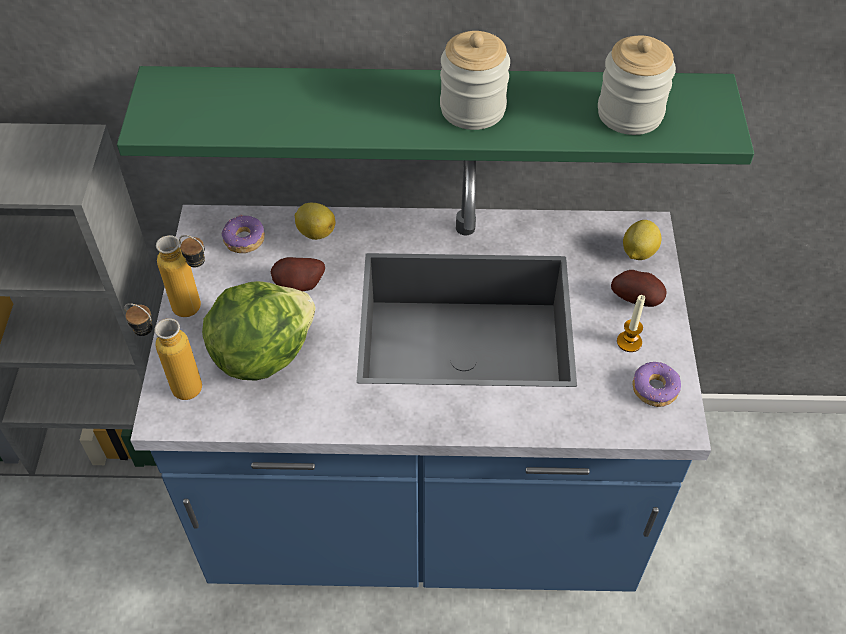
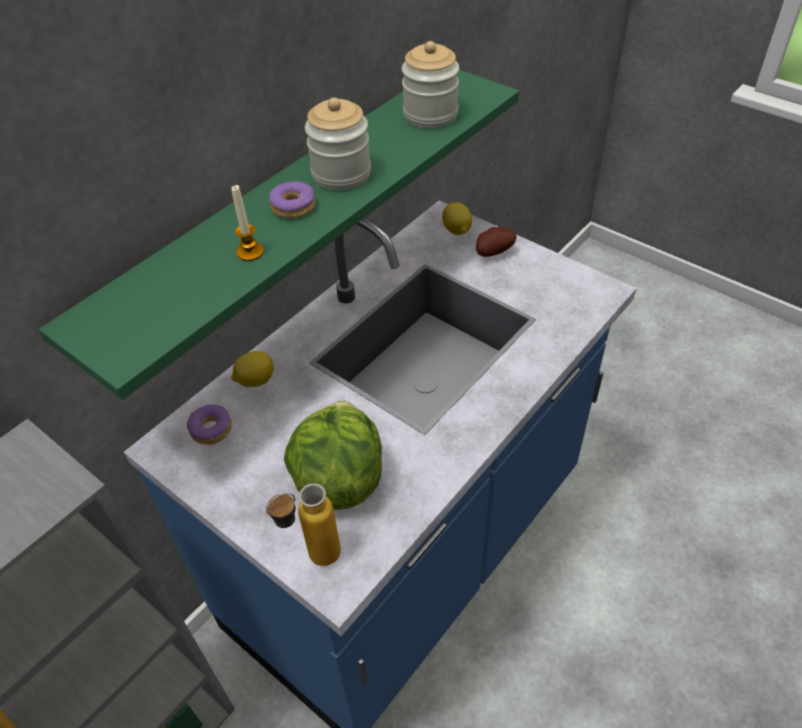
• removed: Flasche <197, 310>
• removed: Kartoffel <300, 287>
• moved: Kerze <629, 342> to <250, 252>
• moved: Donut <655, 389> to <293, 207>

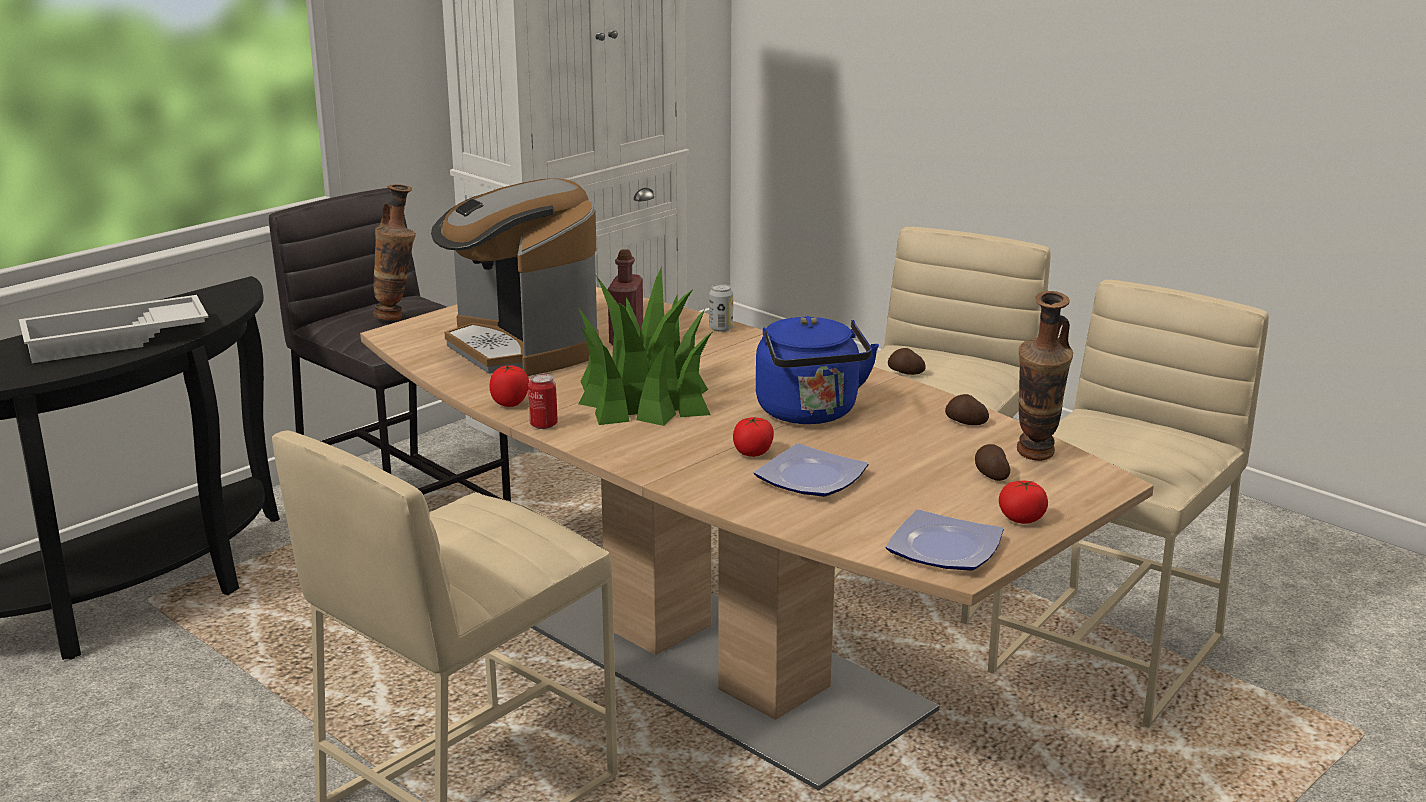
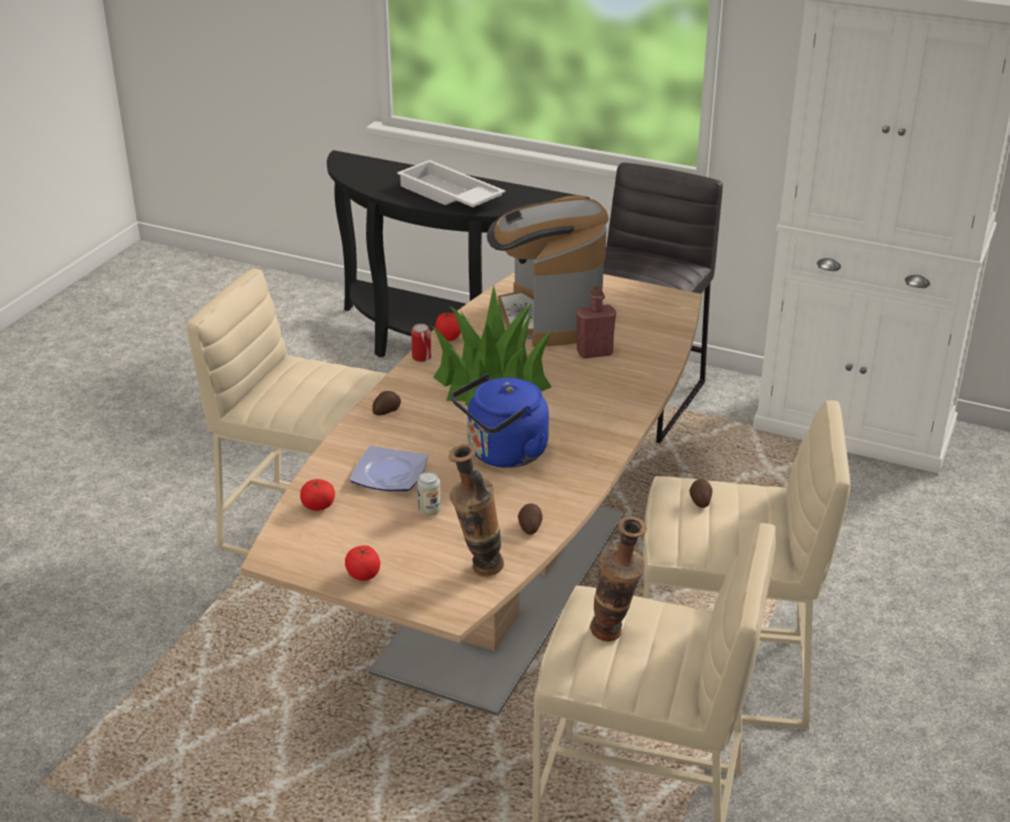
• turned: Kaffeemaschine <521, 348> = <548, 319> 45 degrees counterclockwise
• moved: Vase <398, 317> to <614, 637>
• moved: Dose <721, 328> to <429, 511>
• moved: Tomate <753, 452> to <318, 506>
• moved: Kartoffel <990, 475> to <386, 411>
• removed: Teller <942, 549>

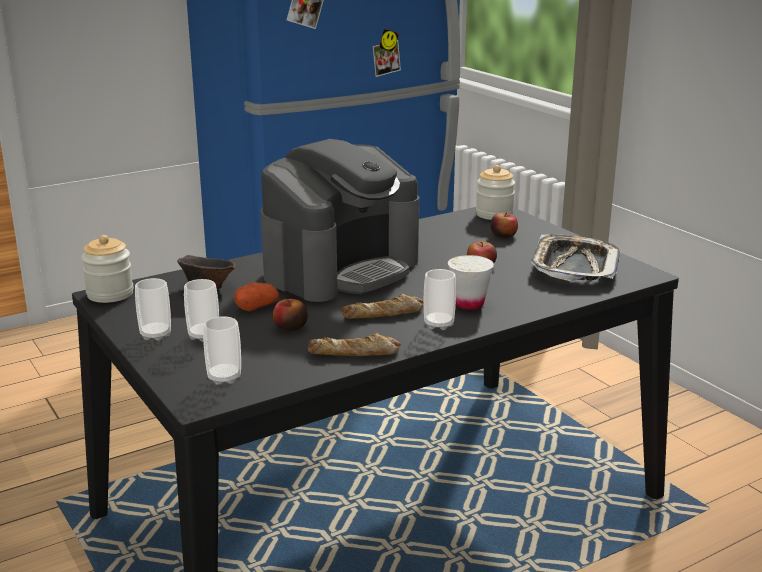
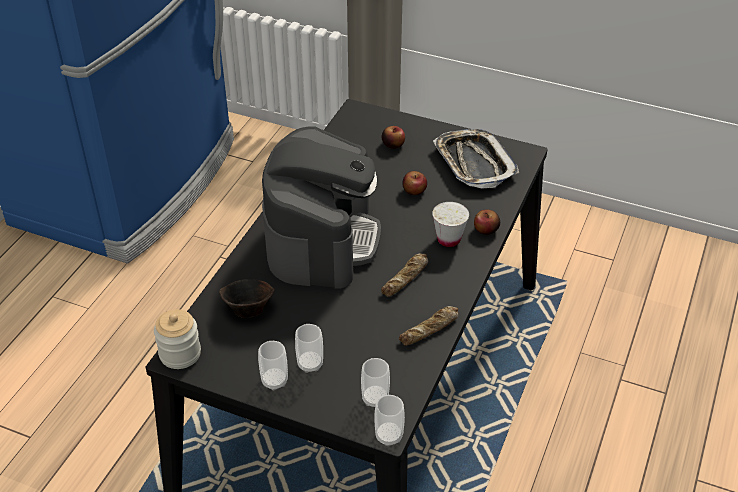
• removed: Vorratsglas <494, 214>
• moved: Tasse <439, 324> to <389, 436>
• removed: Kartoffel <257, 307>
• moved: Apfel <290, 327> to <486, 230>

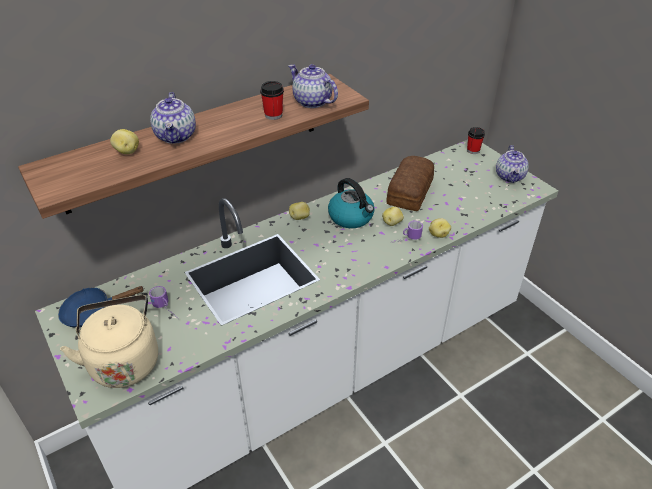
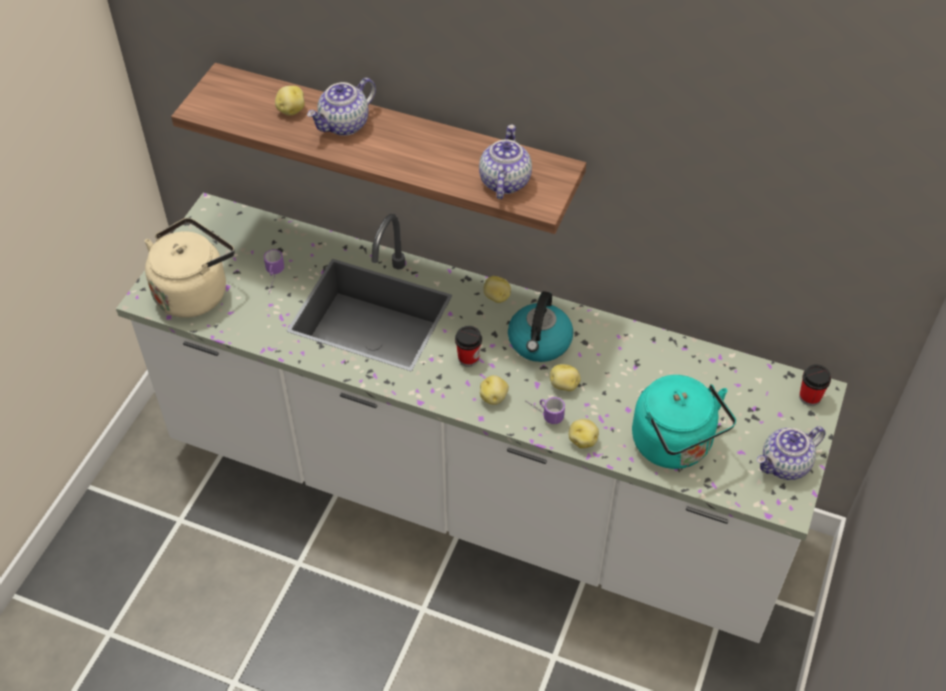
• moved: Tasse <273, 115> to <468, 358>
• removed: Brot <411, 191>
• removed: Pfanne/blau <92, 311>
• added: Kartoffel <494, 397>
• added: Wasserkessel/türkis <675, 445>

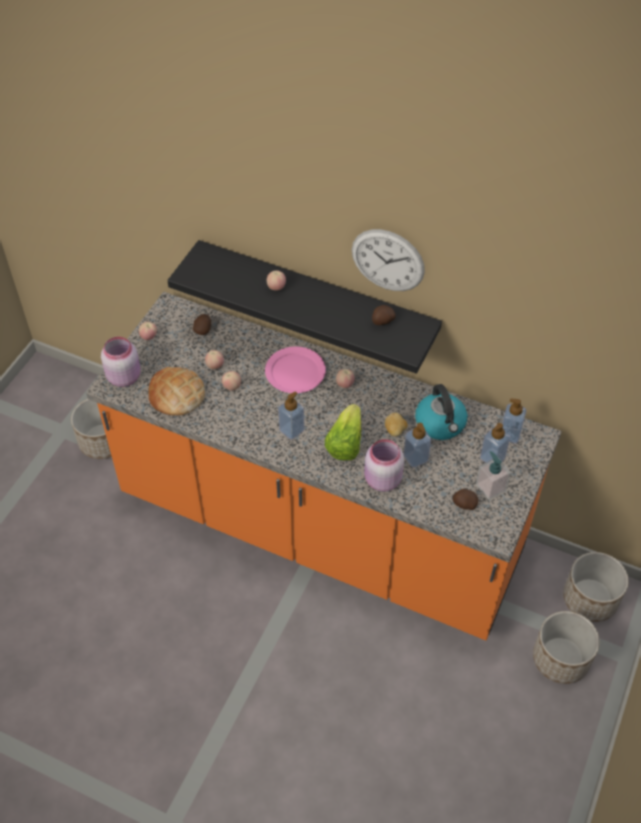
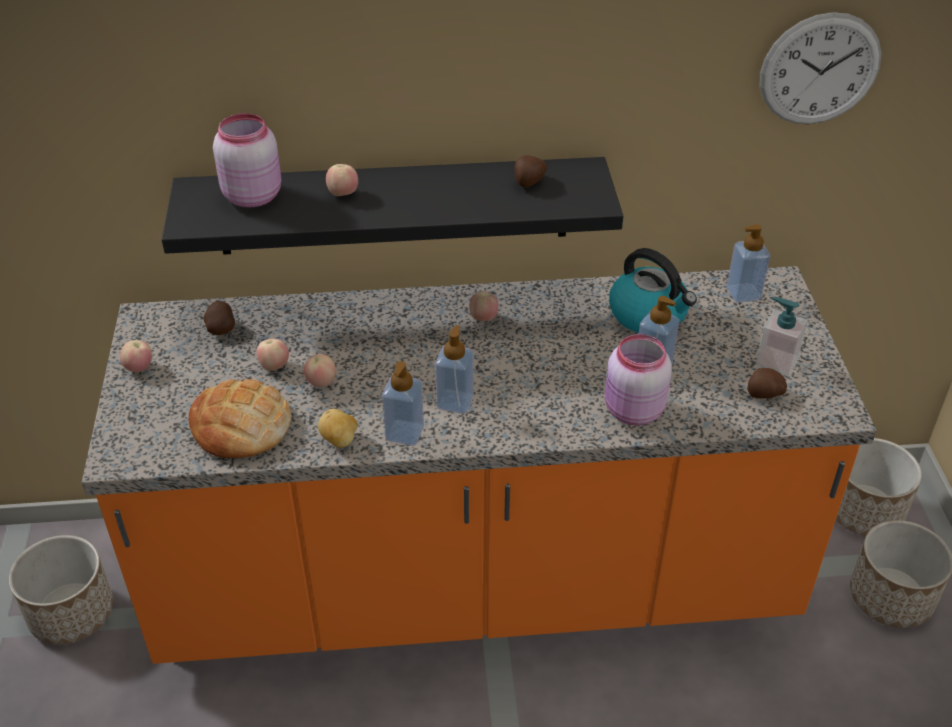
• moved: Wanduhr <387, 260> to <820, 69>
• moved: Vorratsglas/rosa <124, 376> to <252, 195>
• removed: Teller/rosa <295, 371>
• removed: Salatkopf <345, 443>
• moved: Kartoffel <395, 431> to <340, 440>
• moved: Seifenspender <492, 458> to <404, 433>

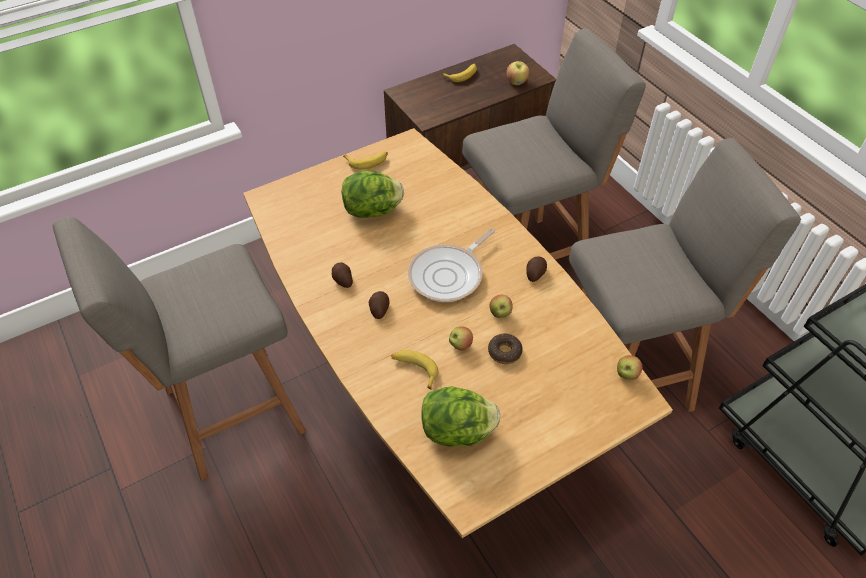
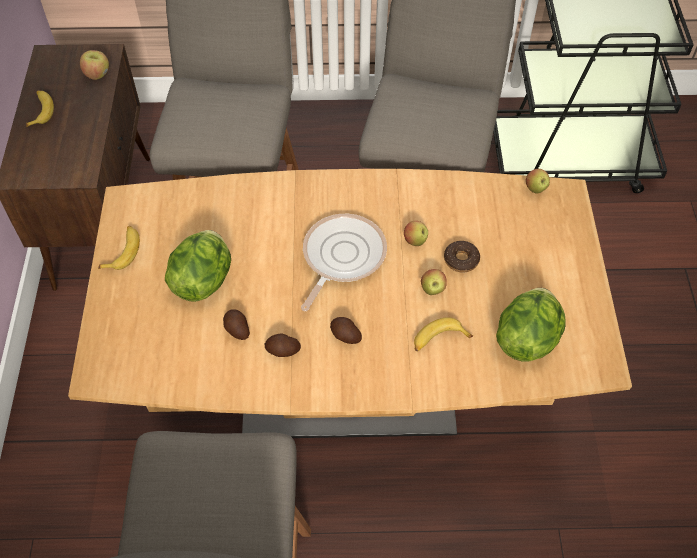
• turned: Pfanne <449, 275> = <341, 257> 135 degrees counterclockwise
• moved: Kartoffel <535, 273> to <237, 329>

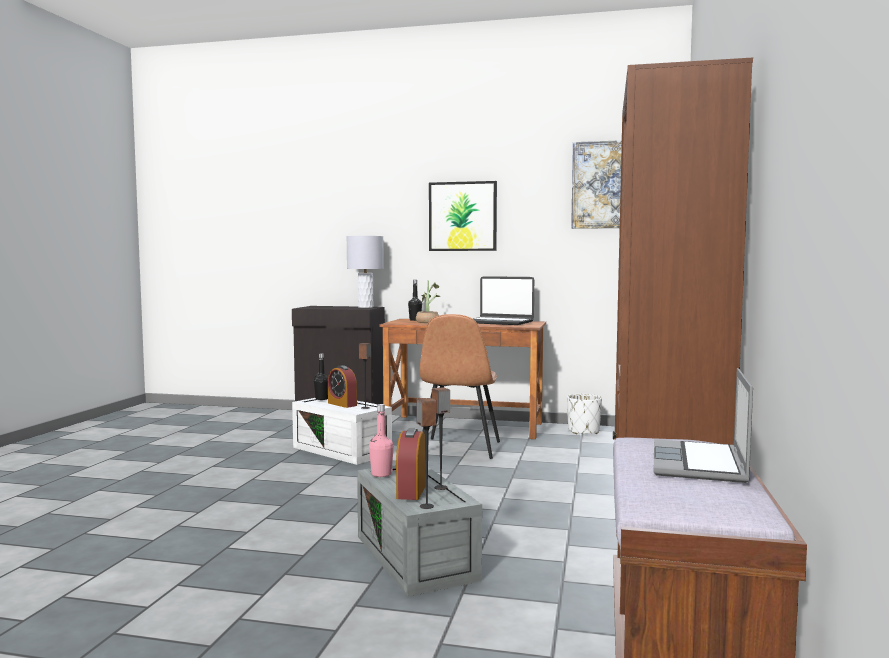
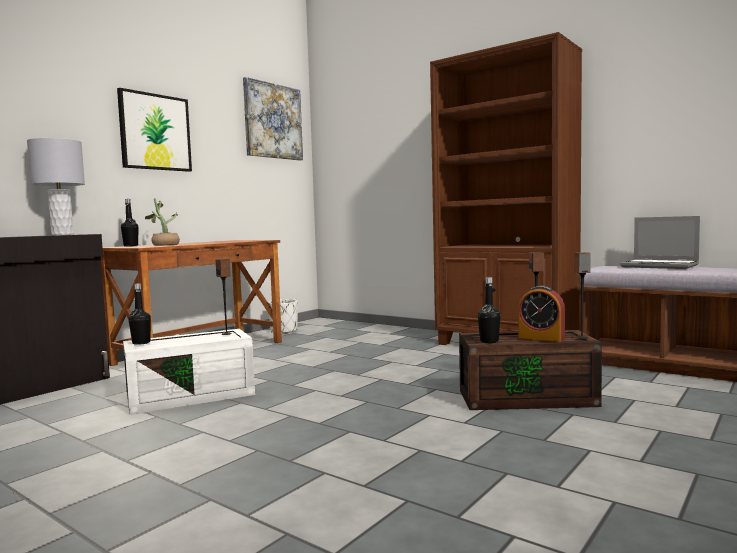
• removed: Laptop <499, 322>
• removed: Stuhl/braun <459, 449>
• removed: Wecker <342, 404>
• recoloured: Flasche/rosa <381, 474> to Flasche/schwarz <489, 341>
• recoloured: Aufbewahrungsbox/grau <418, 558> to Aufbewahrungsbox/braun <528, 397>

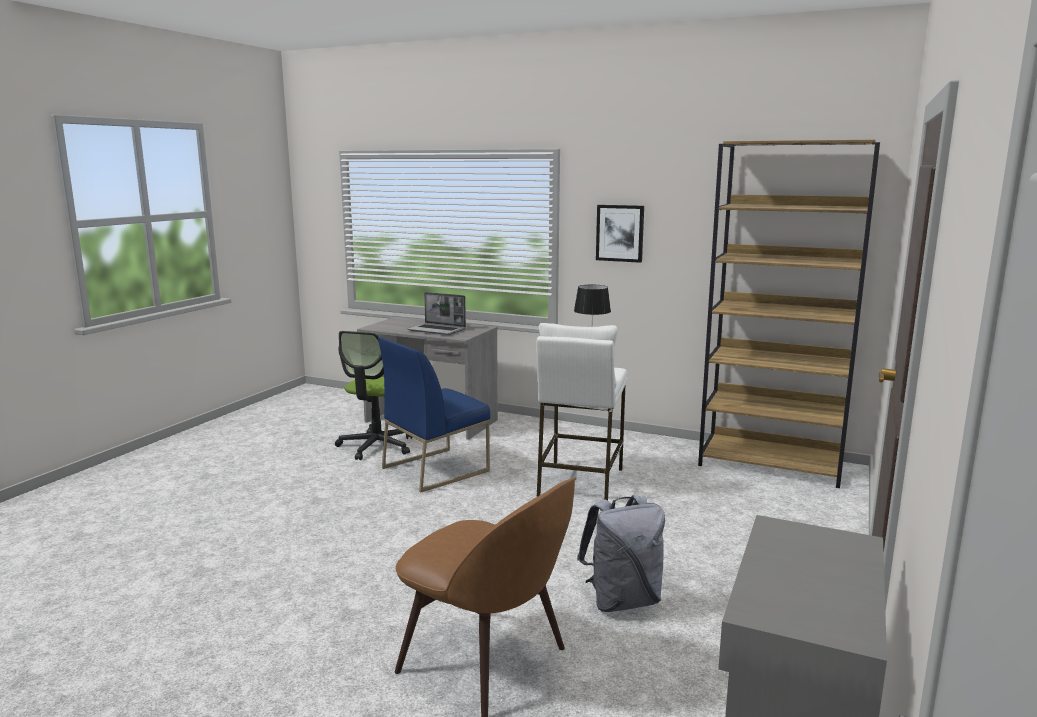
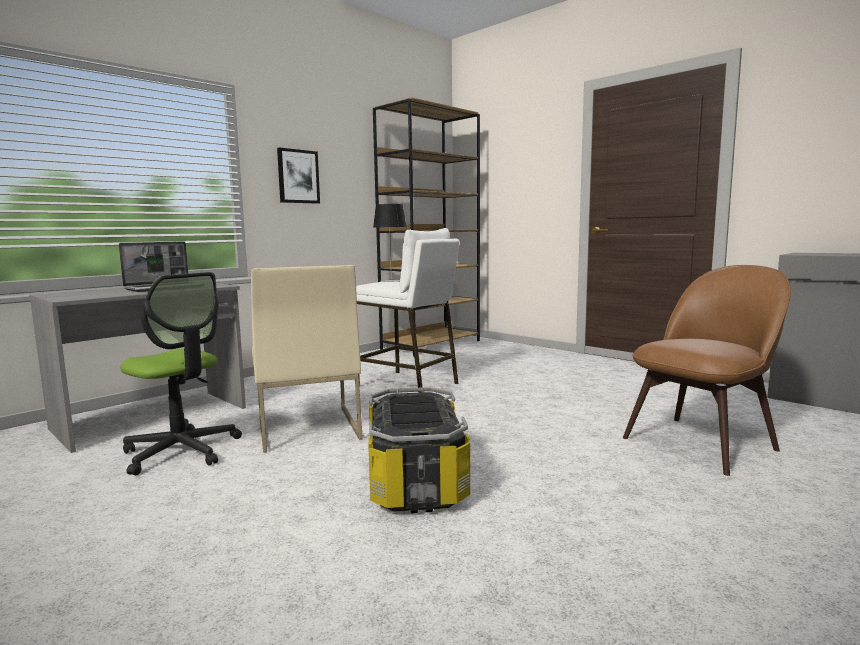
• recoloured: Stuhl/blau <435, 469> to Stuhl/beige <307, 428>
• removed: Rucksack/grau <622, 600>
• added: Aufbewahrungsbox <415, 481>

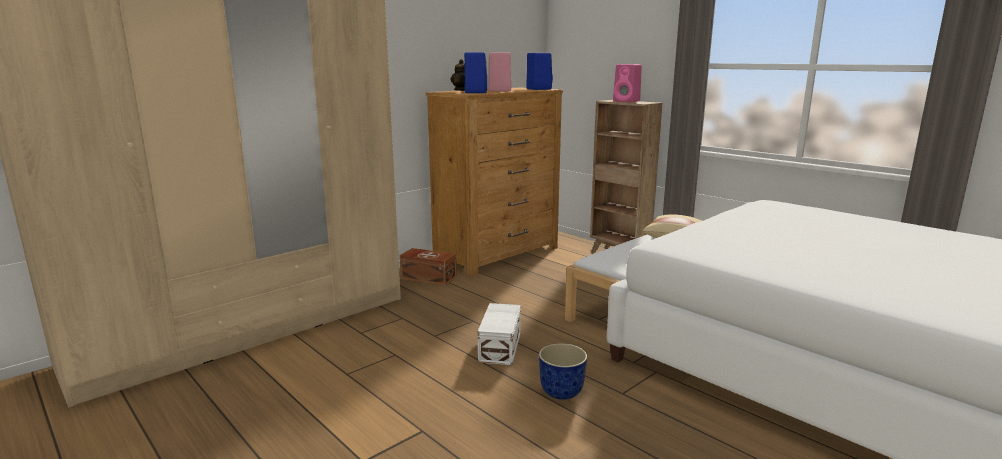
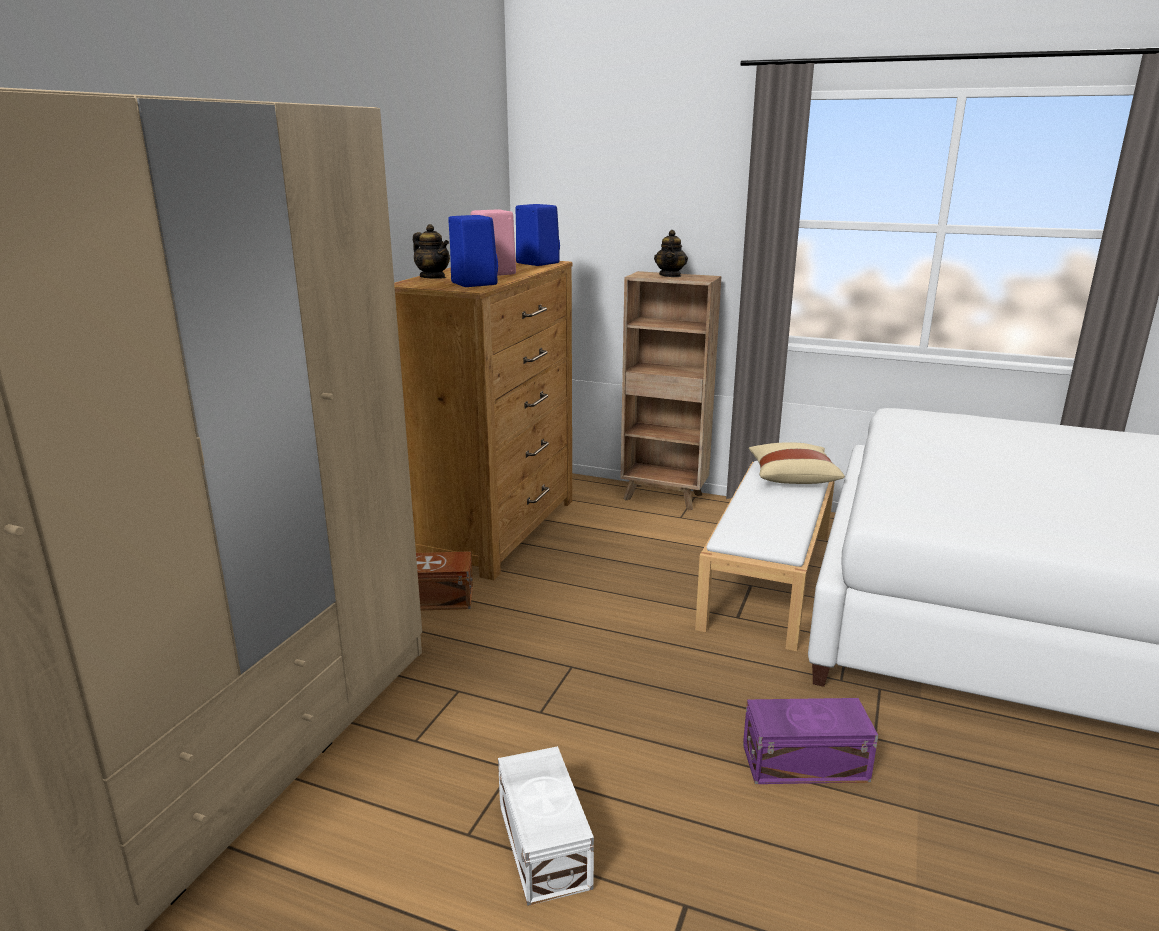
• replaced: Lautsprecher/rosa <627, 101> to Teekanne <670, 275>
• moved: Aufbewahrungsbox/weiß <501, 347> to <545, 843>
• replaced: Pflanzkübel <561, 392> to Aufbewahrungsbox/lila <802, 761>

